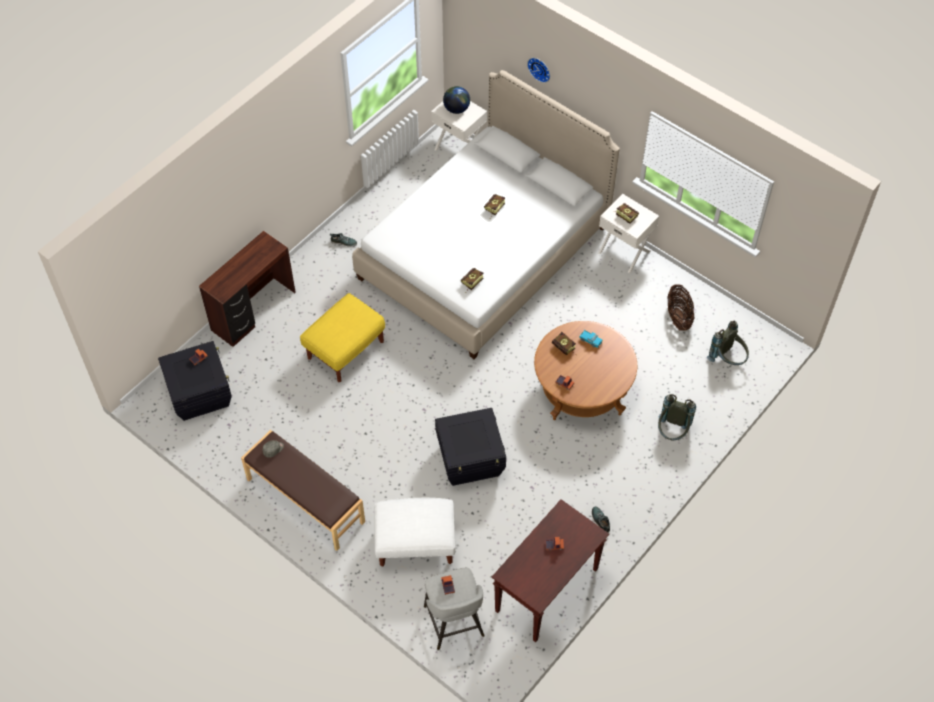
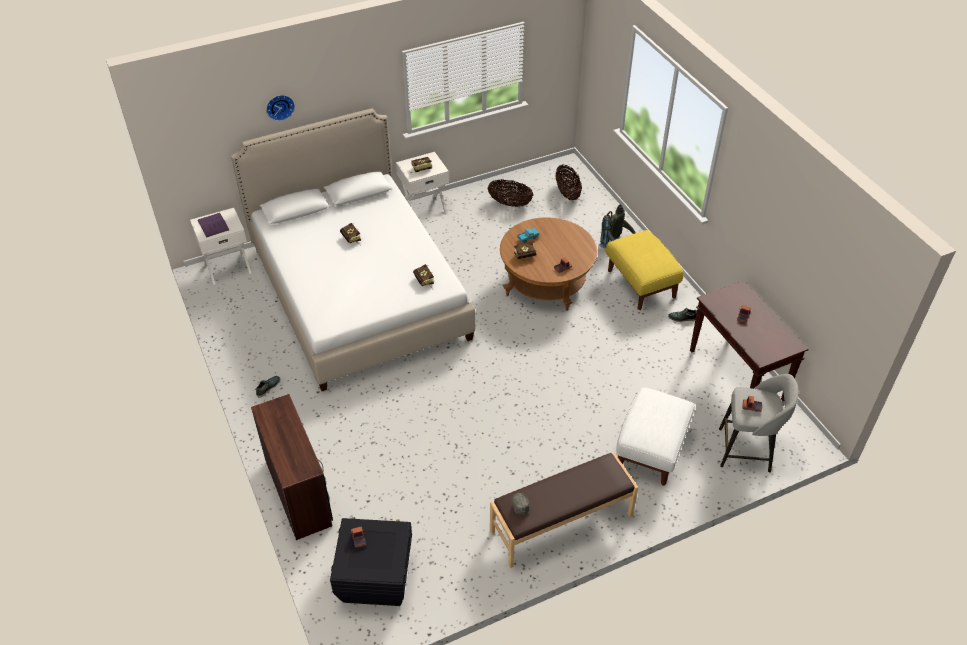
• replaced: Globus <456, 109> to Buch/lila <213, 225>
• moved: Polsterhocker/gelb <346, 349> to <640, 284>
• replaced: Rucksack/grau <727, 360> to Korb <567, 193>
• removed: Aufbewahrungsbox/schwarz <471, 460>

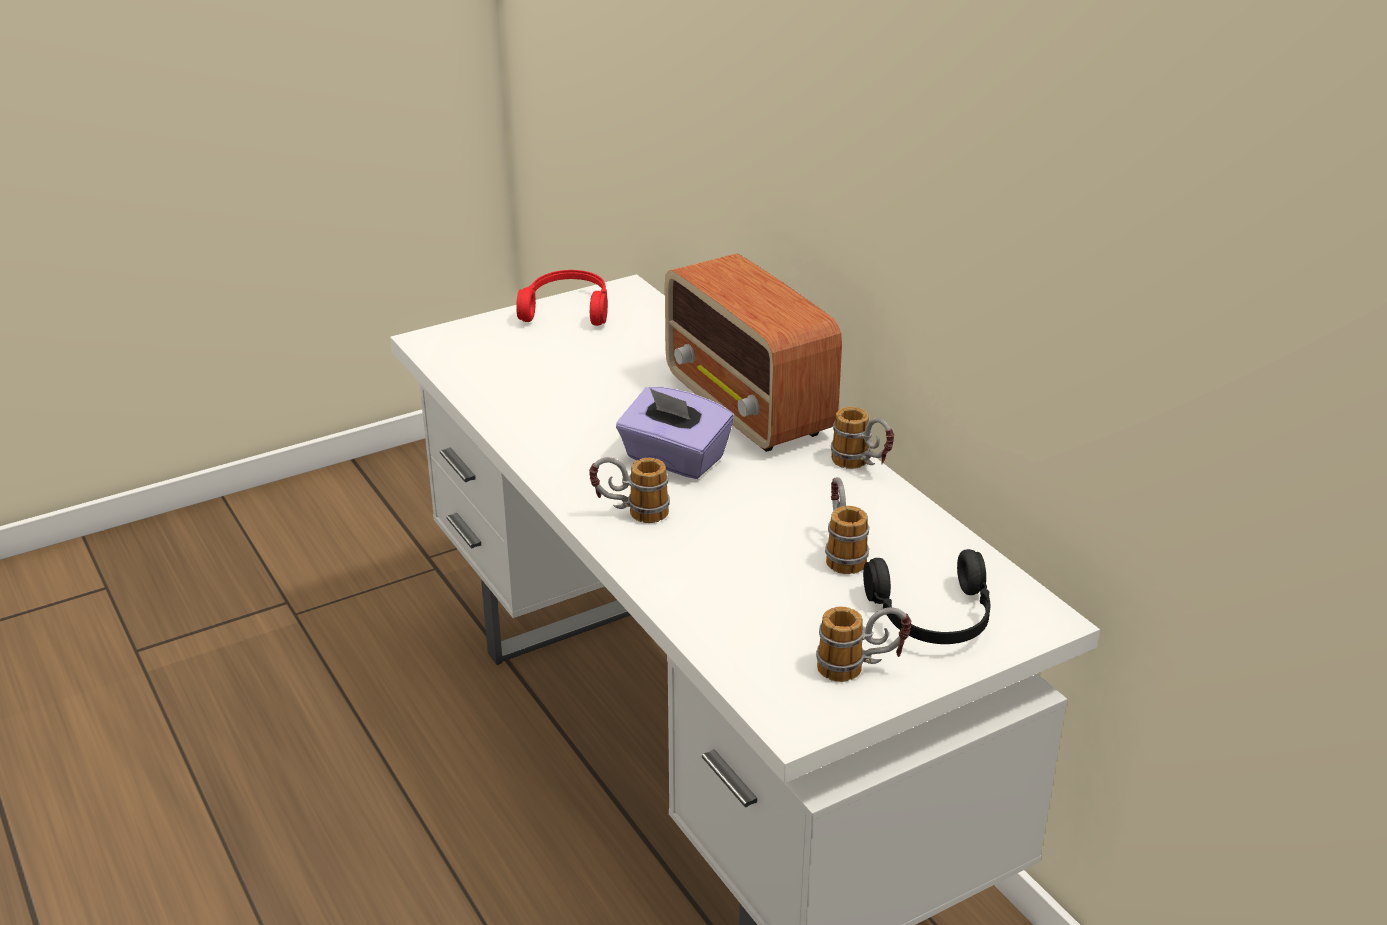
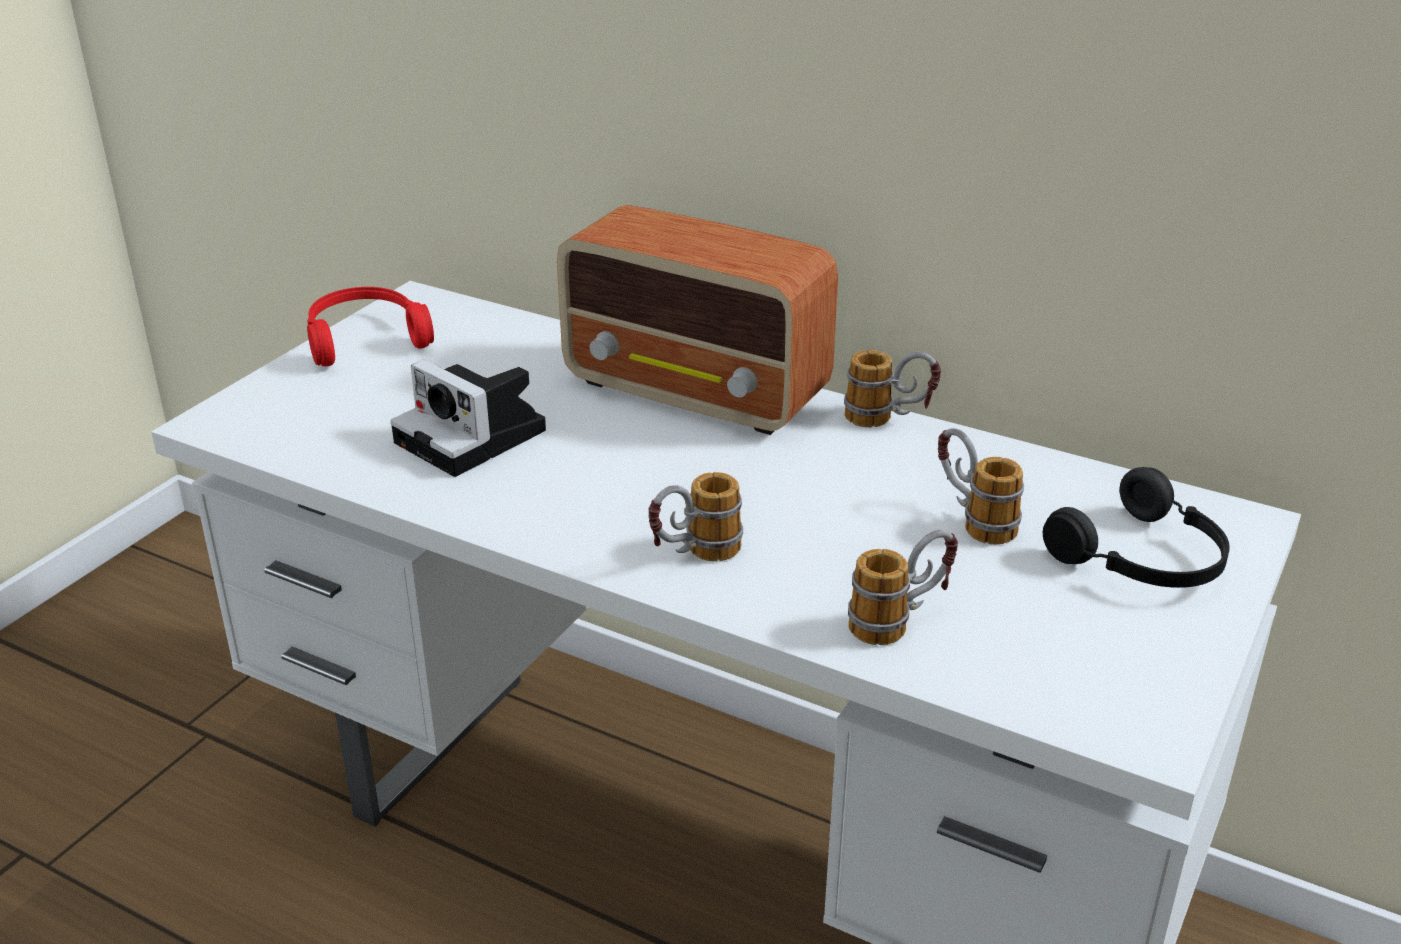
• removed: Taschentuchbox/lila <674, 459>
• moved: Henkelbecher <861, 669> to <900, 620>
• added: Kamera <475, 438>

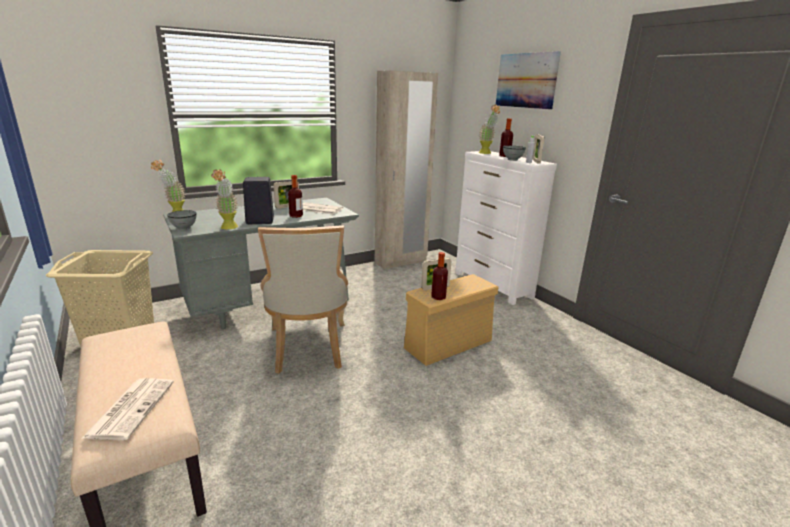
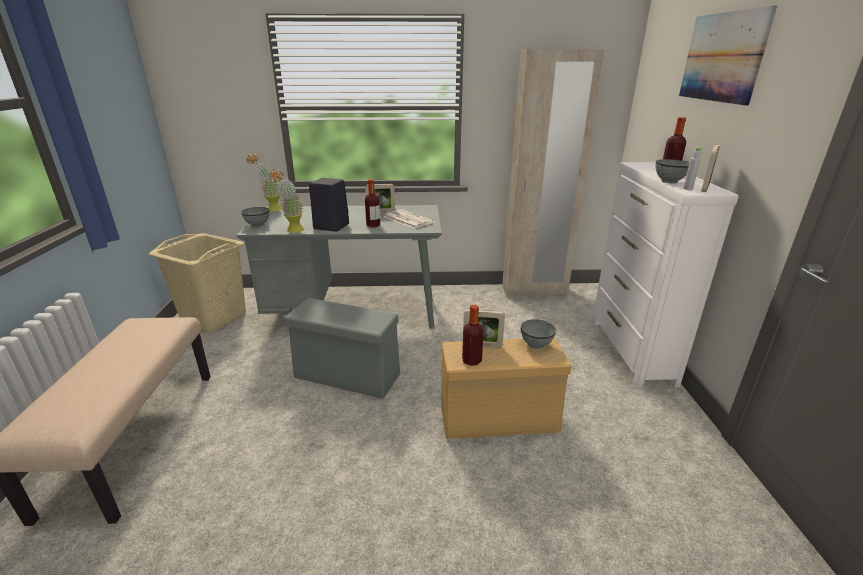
• removed: Topfpflanze <487, 153>
• replaced: Stuhl/beige <308, 349> to Aufbewahrungsbox/grau <345, 376>
• removed: Zeitung <131, 408>
• added: Schüssel/grau <536, 345>

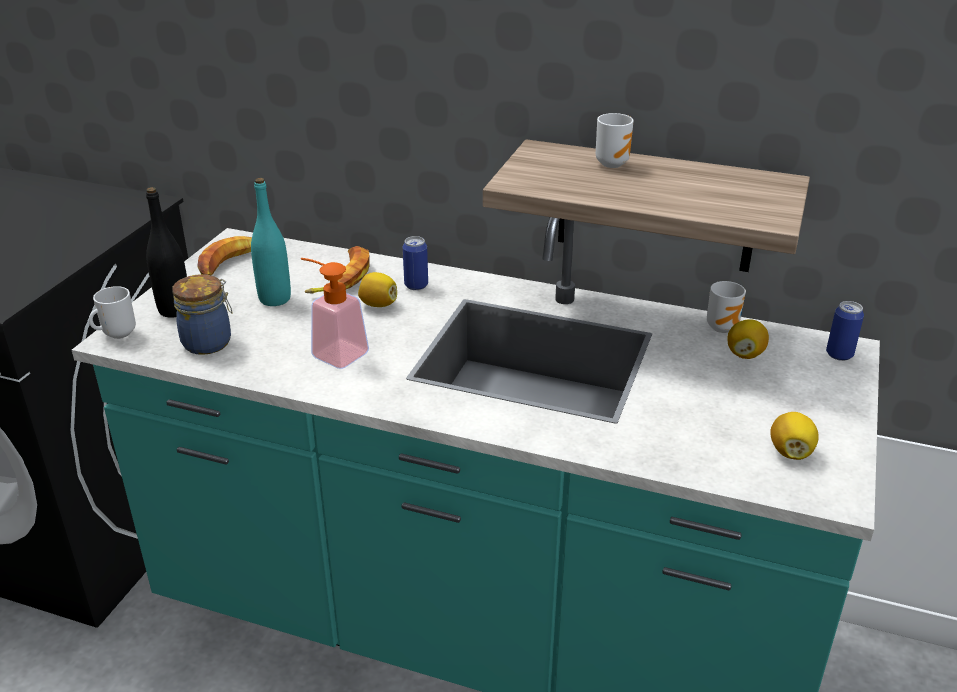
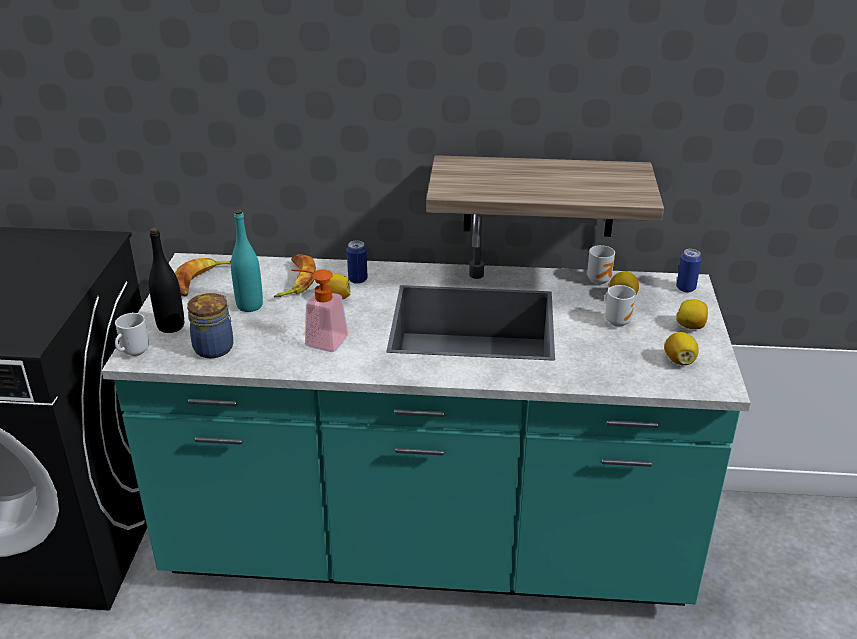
• moved: Henkelbecher <612, 163> to <617, 321>
• added: Zitrone <691, 326>

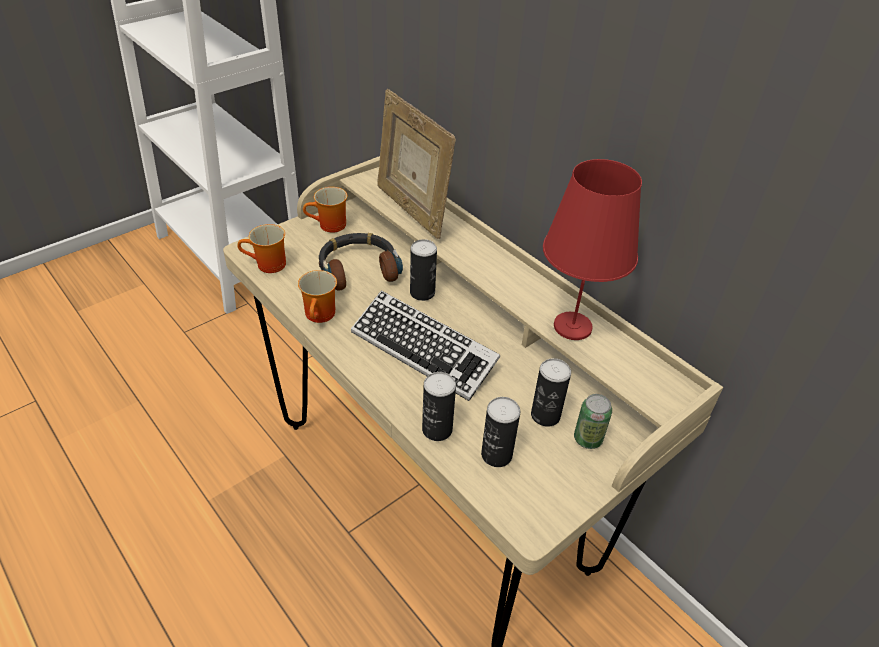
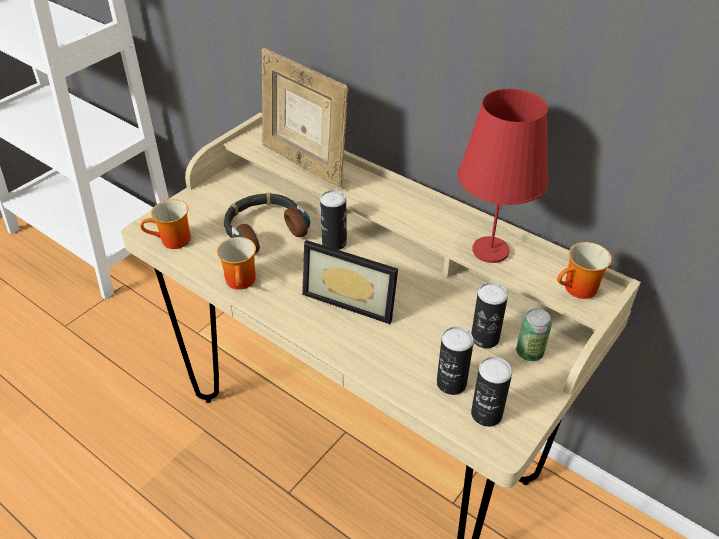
• moved: Henkelbecher <330, 226> to <579, 290>
• replaced: Tastatur <423, 350> to Bilderrahmen <352, 298>
• moved: Dose <437, 429> to <486, 414>

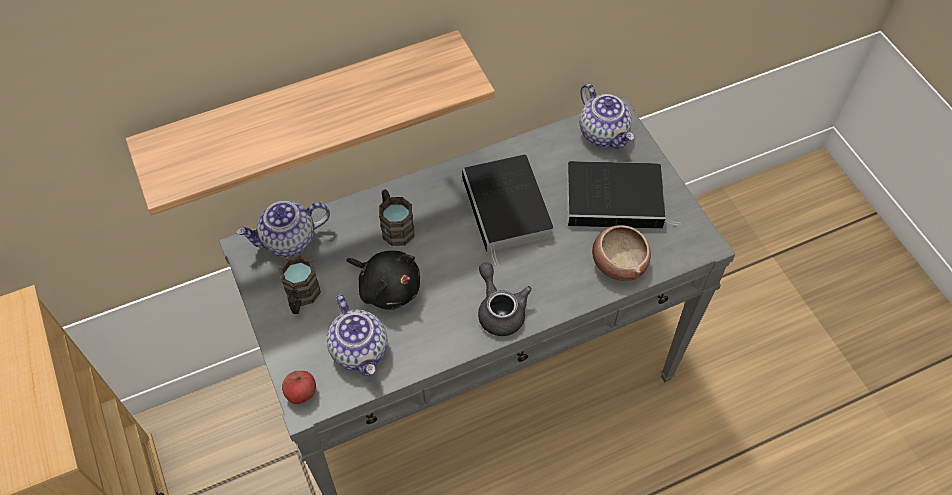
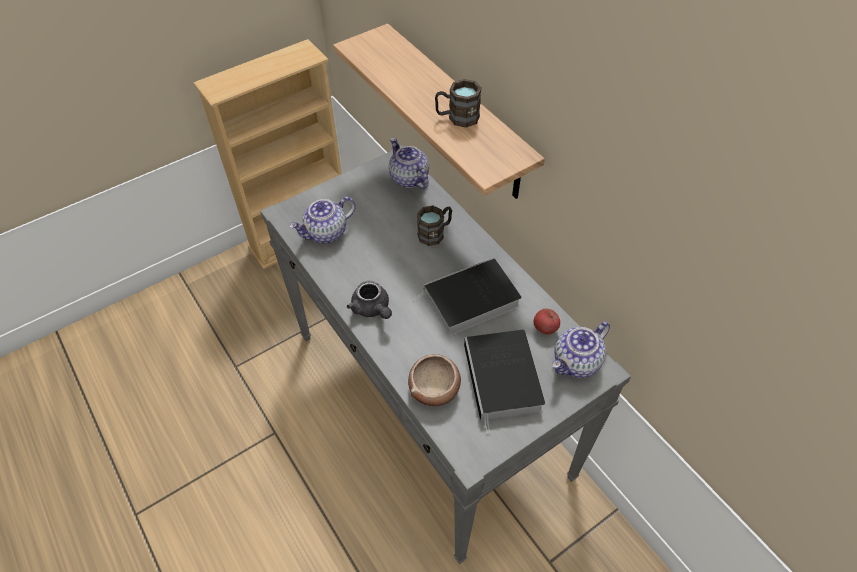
• removed: Plüschtier/schwarz <387, 287>
• moved: Henkelbecher/braun <301, 297> to <457, 117>
• turned: Teekanne/grau <499, 310> = <372, 309> 90 degrees clockwise
• moved: Apfel <301, 393> to <545, 328>

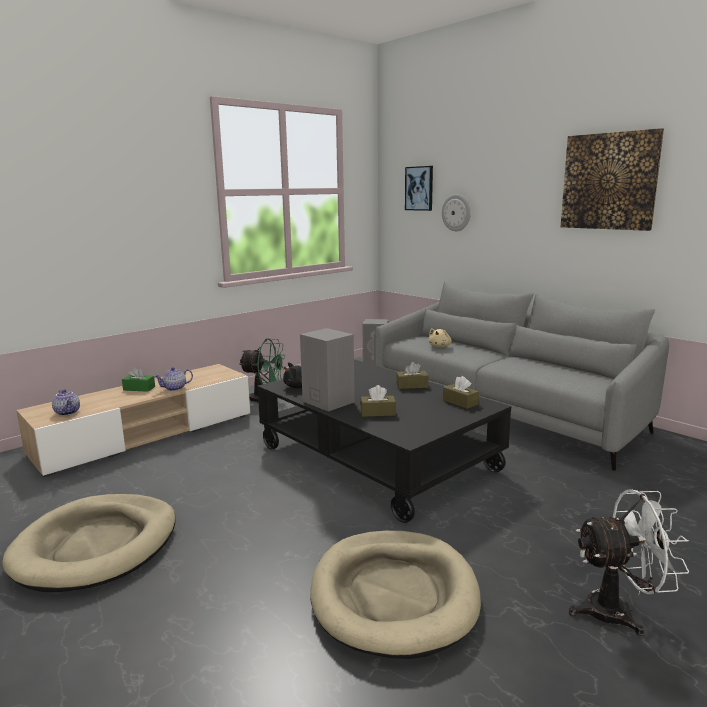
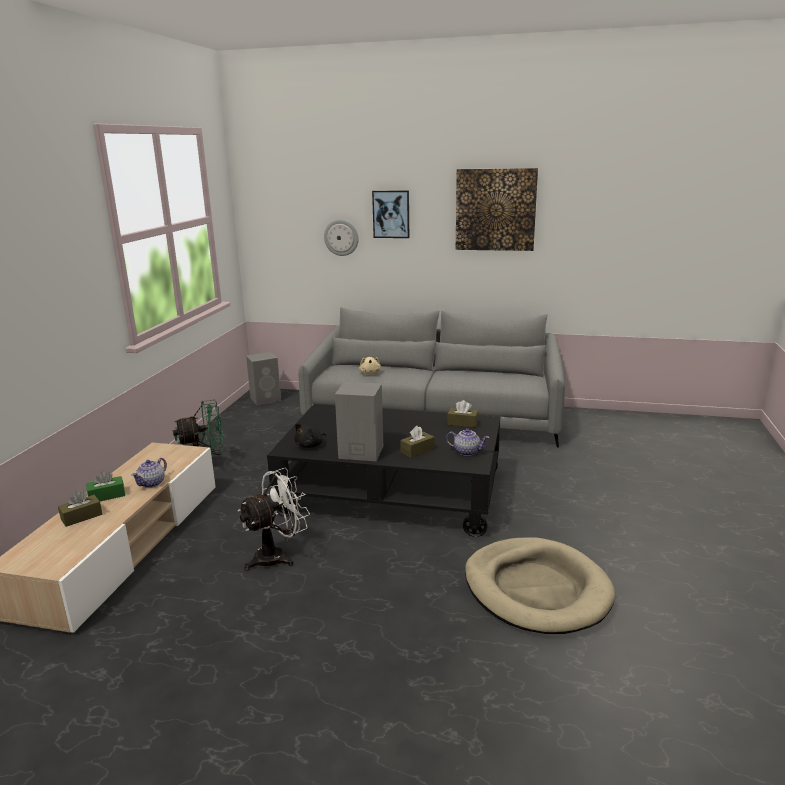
• moved: Bild <419, 188> to <391, 214>
• moved: Taschentuchbox/braun <412, 385> to <81, 517>
• moved: Teekanne <68, 412> to <467, 452>
• moved: Ventilator/weiß <619, 611> to <277, 556>
• removed: Hundebett/beige <97, 546>

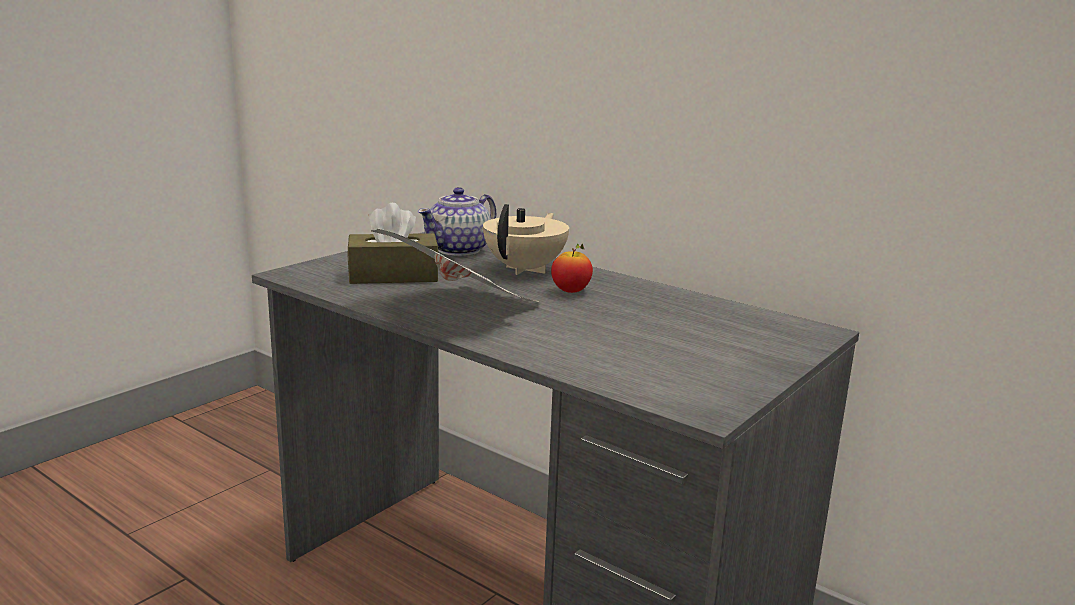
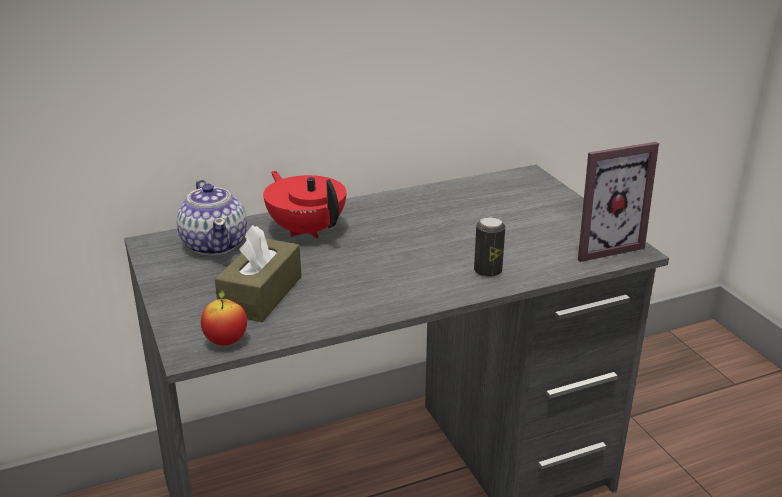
• recoloured: Teekanne/beige <526, 269> to Teekanne/rot <307, 230>
• removed: Zeitung <458, 310>
• moved: Apfel <571, 291> to <226, 341>
• added: Bilderrahmen <600, 245>
• added: Dose <488, 271>

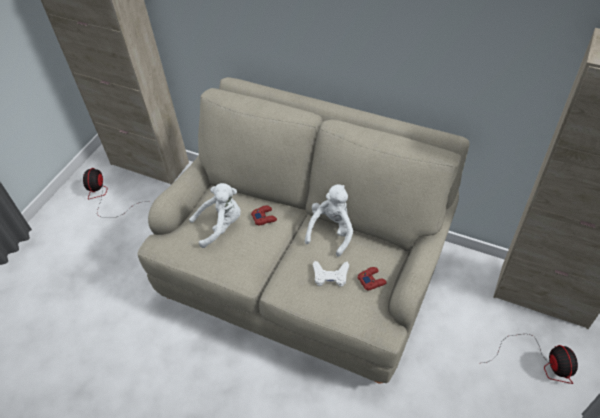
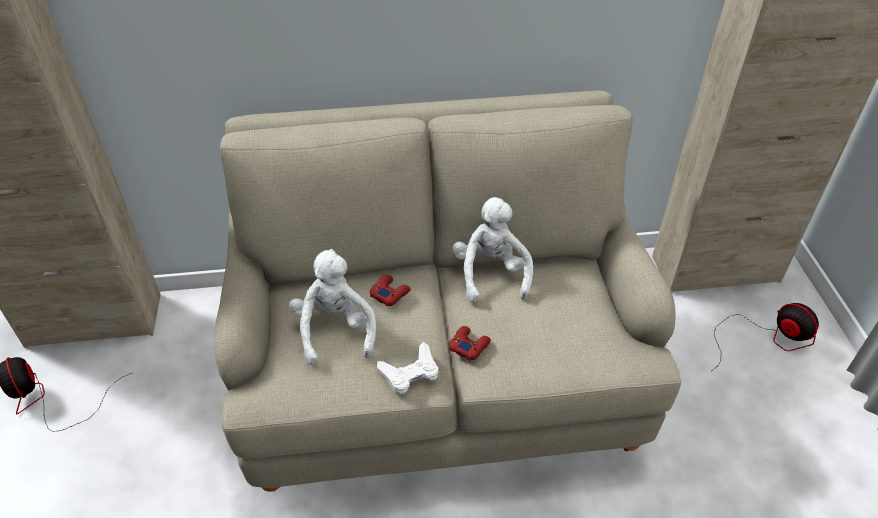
• turned: Plüschtier/weiß <221, 225> = <335, 330> 45 degrees counterclockwise
• moved: Gamepad/weiß <330, 276> to <410, 373>
• moved: Gamepad/rot <371, 280> to <469, 345>

